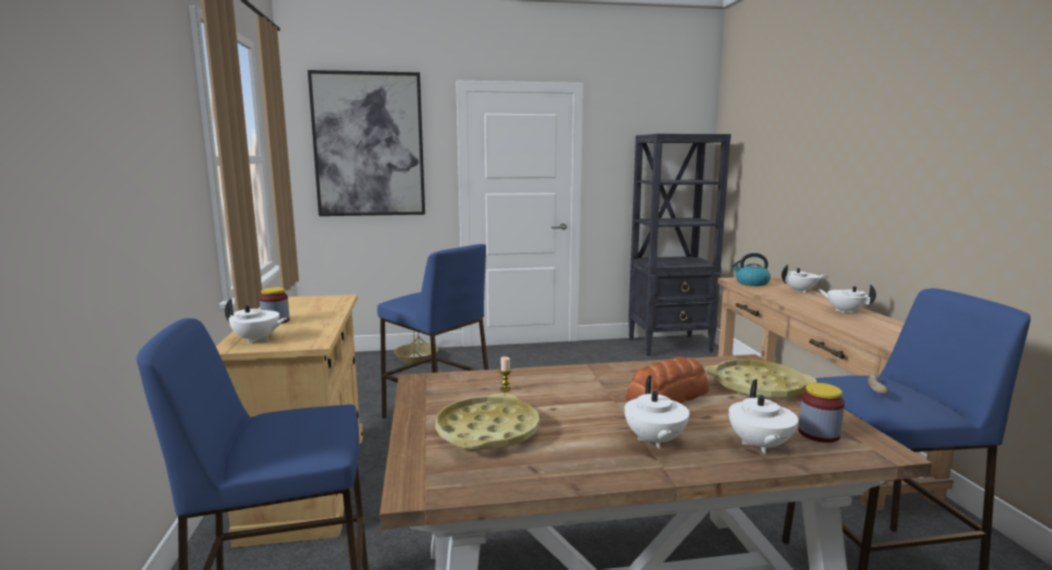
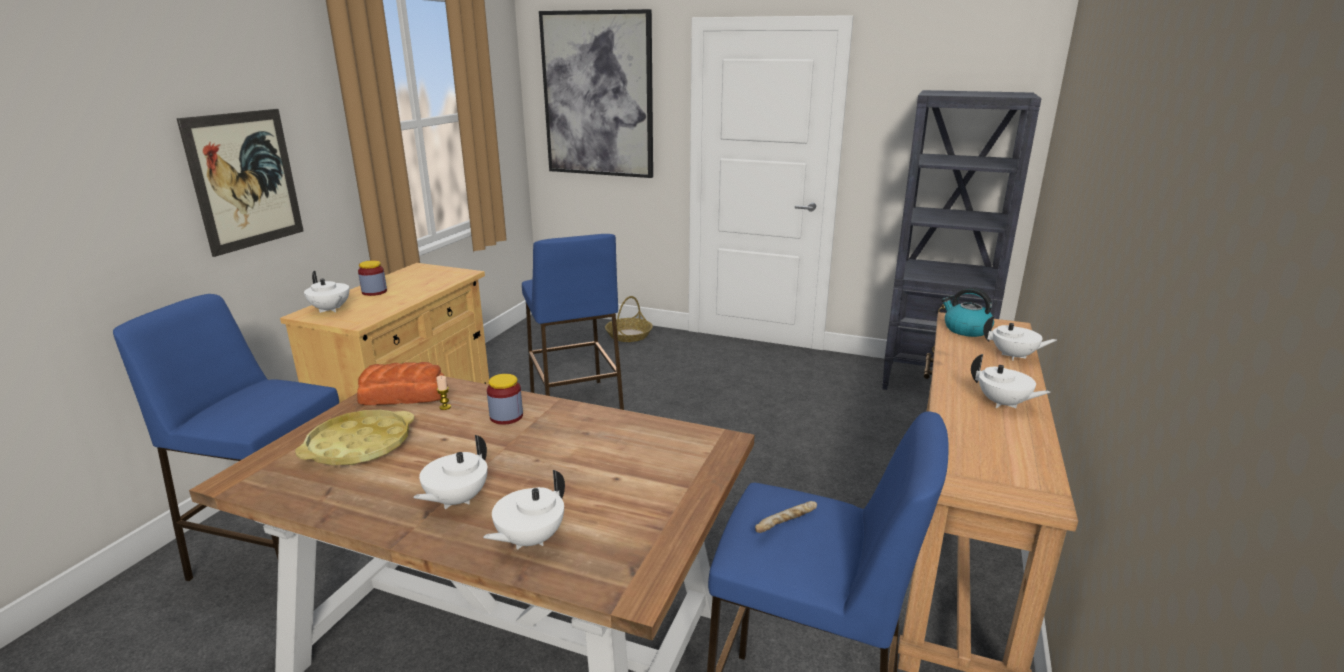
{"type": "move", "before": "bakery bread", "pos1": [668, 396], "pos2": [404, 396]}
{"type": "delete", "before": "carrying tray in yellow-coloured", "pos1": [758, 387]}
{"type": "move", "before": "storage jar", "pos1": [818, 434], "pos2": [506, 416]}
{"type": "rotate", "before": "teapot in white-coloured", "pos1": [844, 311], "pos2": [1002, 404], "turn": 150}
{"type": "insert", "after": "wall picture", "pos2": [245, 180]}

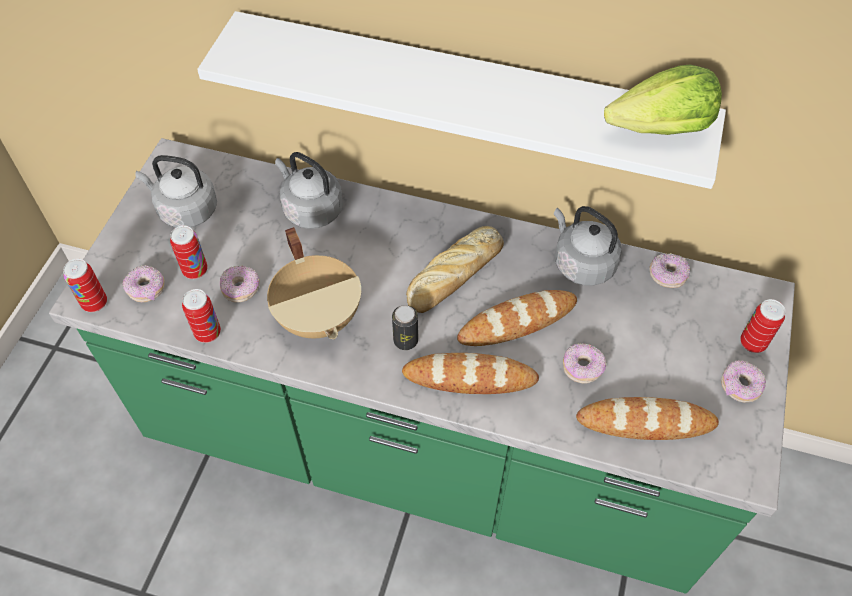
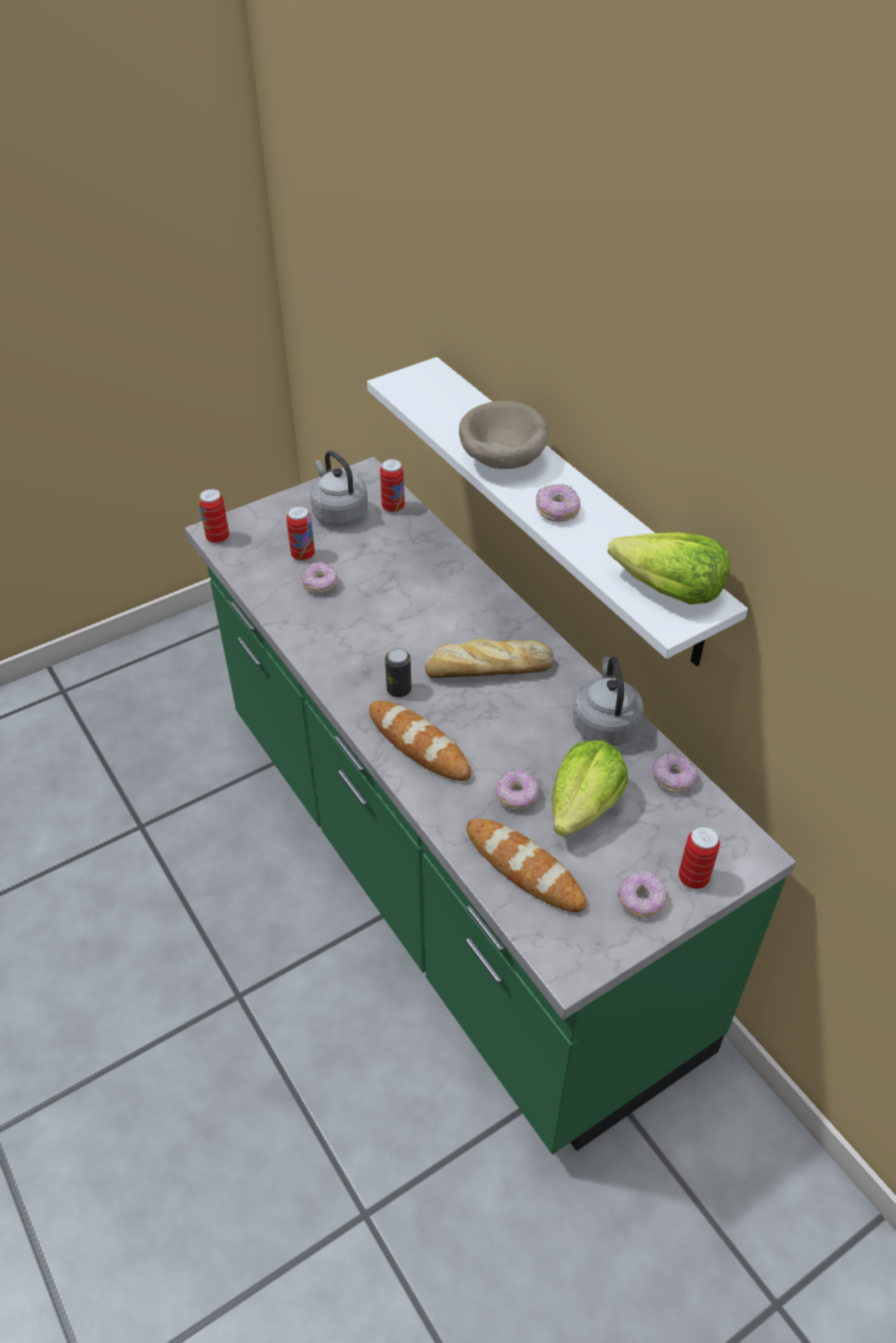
{"type": "move", "before": "doughnut", "pos1": [146, 289], "pos2": [557, 512]}
{"type": "move", "before": "metal can", "pos1": [208, 333], "pos2": [393, 507]}
{"type": "delete", "before": "stockpot in beige-coloured", "pos1": [320, 316]}
{"type": "delete", "before": "kettle in grey", "pos1": [310, 209]}
{"type": "delete", "before": "bakery bread", "pos1": [517, 321]}
{"type": "insert", "after": "serving bowl in beige-coloured", "pos2": [501, 461]}
{"type": "insert", "after": "head of lettuce", "pos2": [584, 807]}

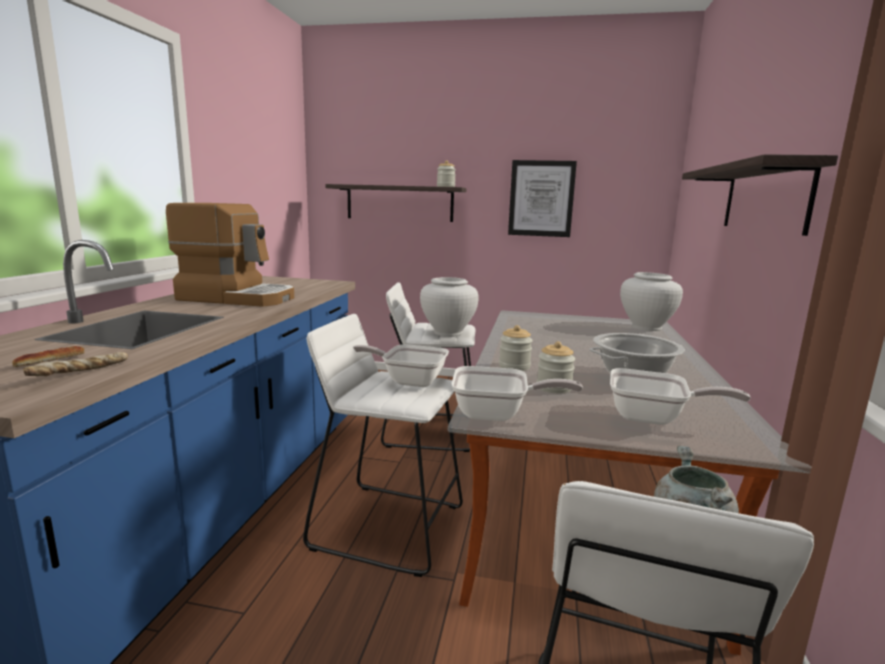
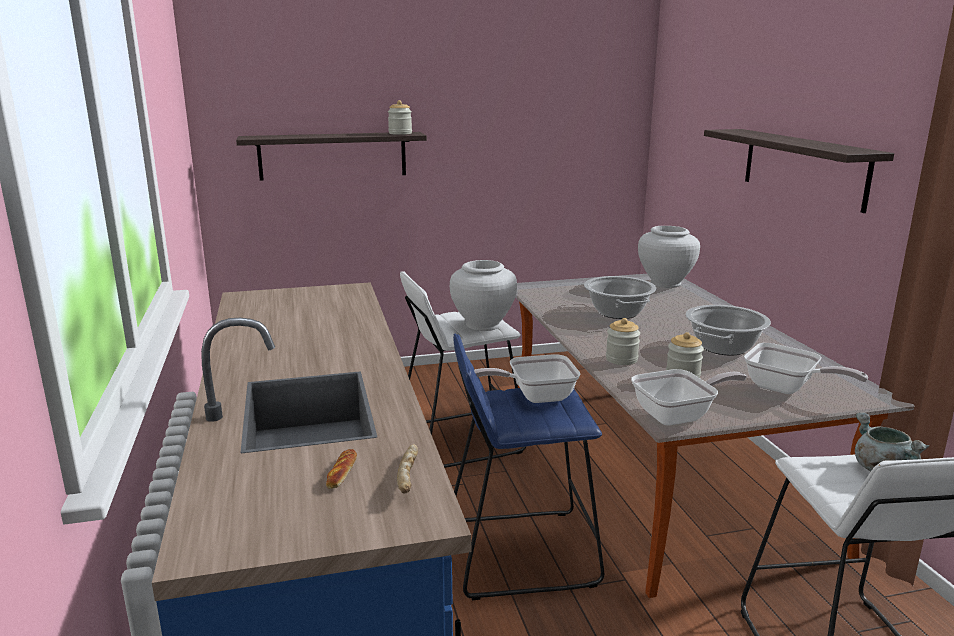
{"type": "delete", "before": "coffee maker", "pos1": [238, 298]}
{"type": "recolor", "before": "stool in white-coloured", "after": "stool in blue", "pos1": [388, 525], "pos2": [521, 551]}
{"type": "delete", "before": "wall picture", "pos1": [541, 198]}
{"type": "rotate", "before": "skillet", "pos1": [654, 418], "pos2": [787, 389], "turn": 45}
{"type": "insert", "after": "stockpot", "pos2": [618, 312]}

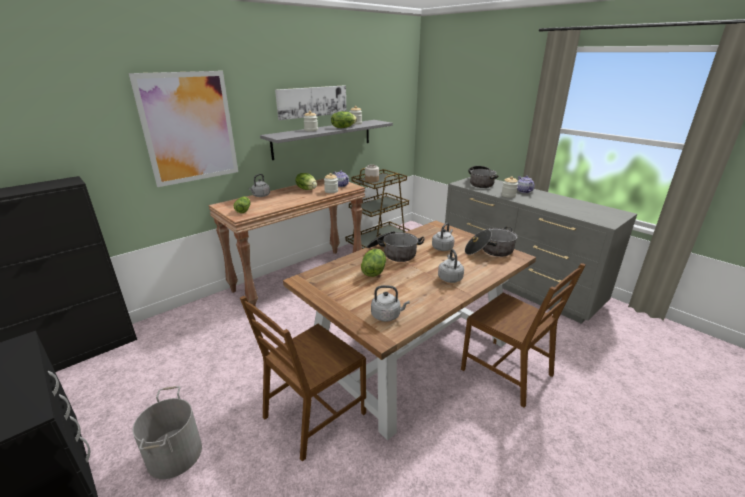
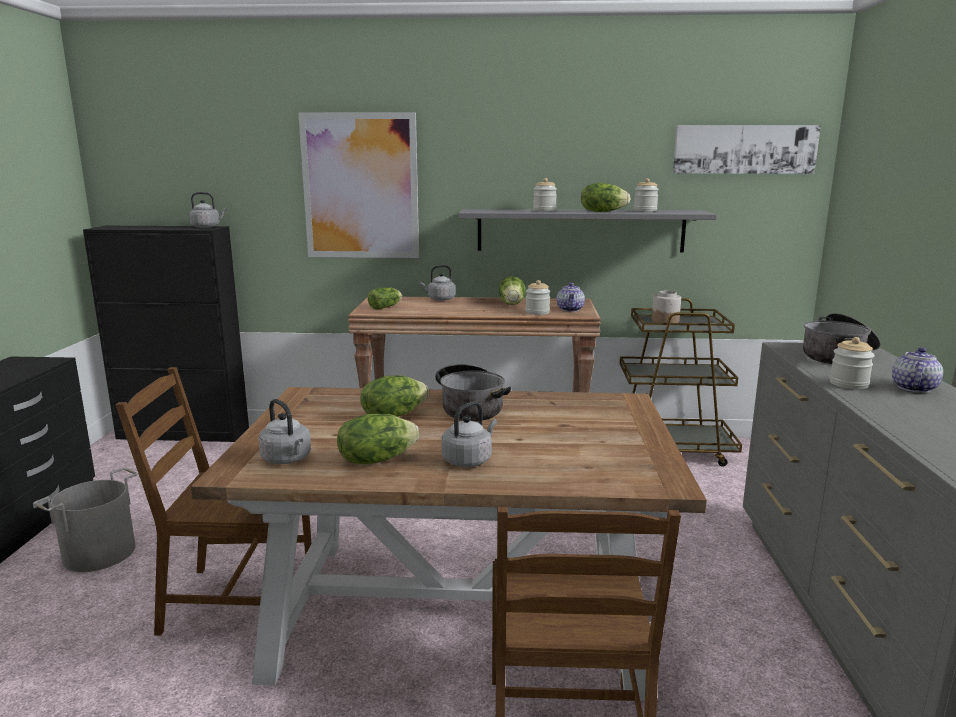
{"type": "move", "before": "wall picture", "pos1": [312, 101], "pos2": [744, 149]}
{"type": "move", "before": "kettle in grey", "pos1": [443, 247], "pos2": [207, 227]}
{"type": "delete", "before": "stockpot", "pos1": [489, 251]}
{"type": "insert", "after": "head of lettuce", "pos2": [376, 459]}

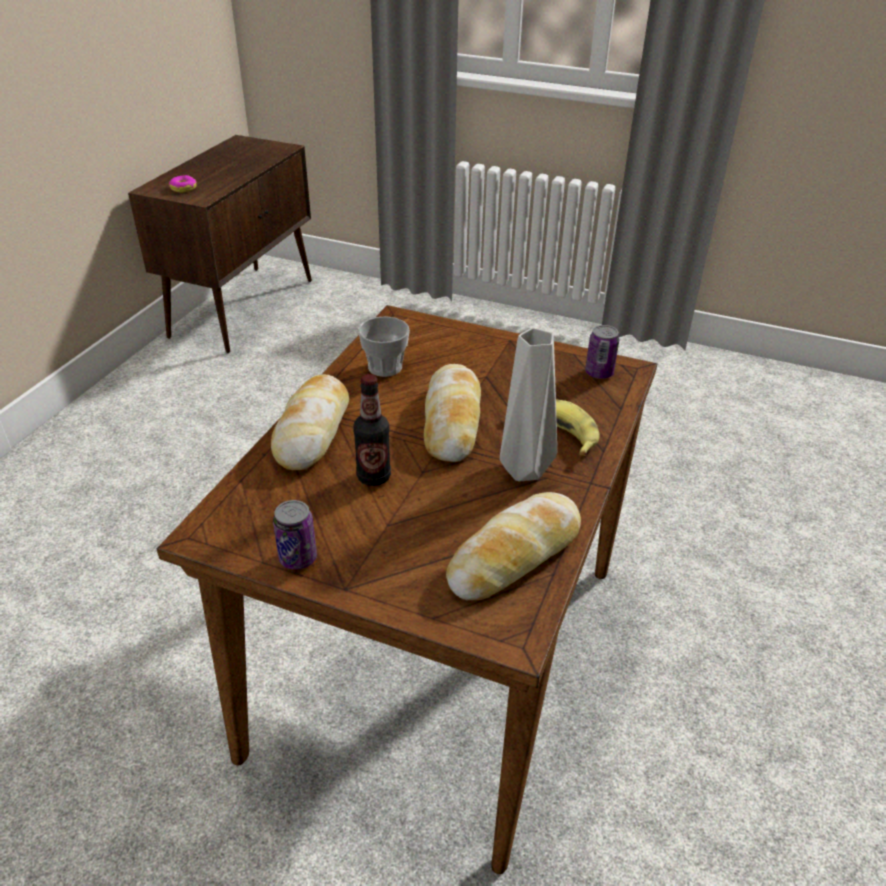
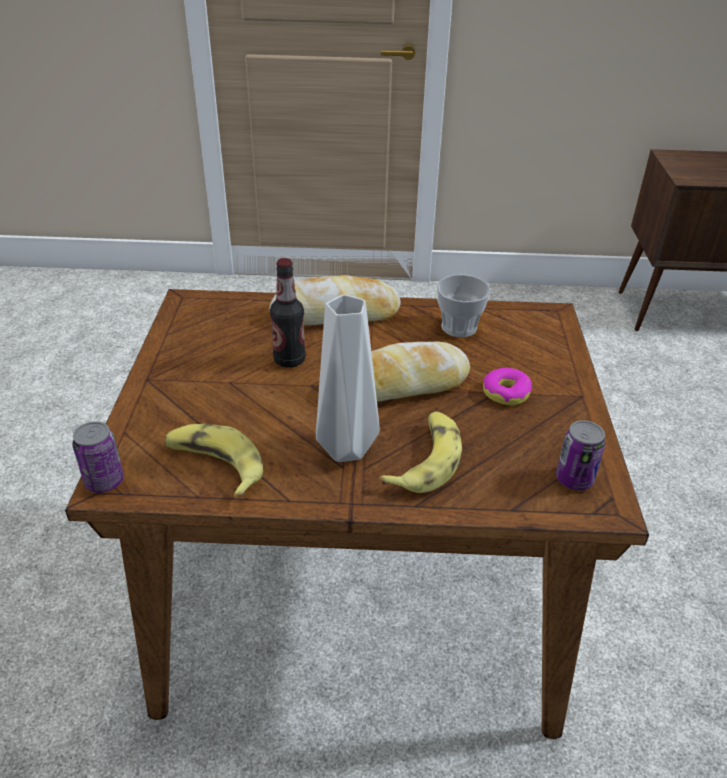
{"type": "move", "before": "doughnut", "pos1": [183, 188], "pos2": [506, 392]}
{"type": "move", "before": "metal can", "pos1": [298, 558], "pos2": [104, 481]}
{"type": "replace", "before": "bakery bread", "after": "whole banana", "pos1": [514, 555], "pos2": [215, 465]}

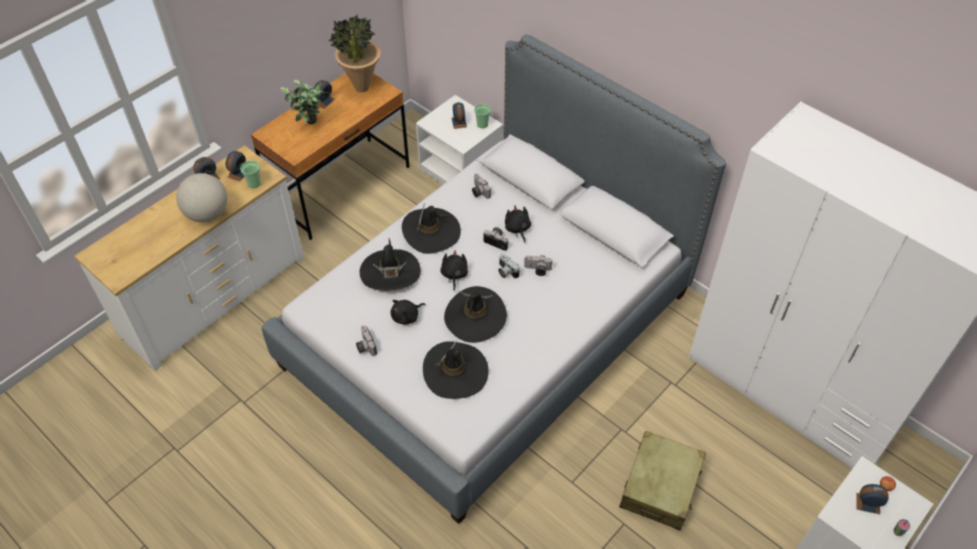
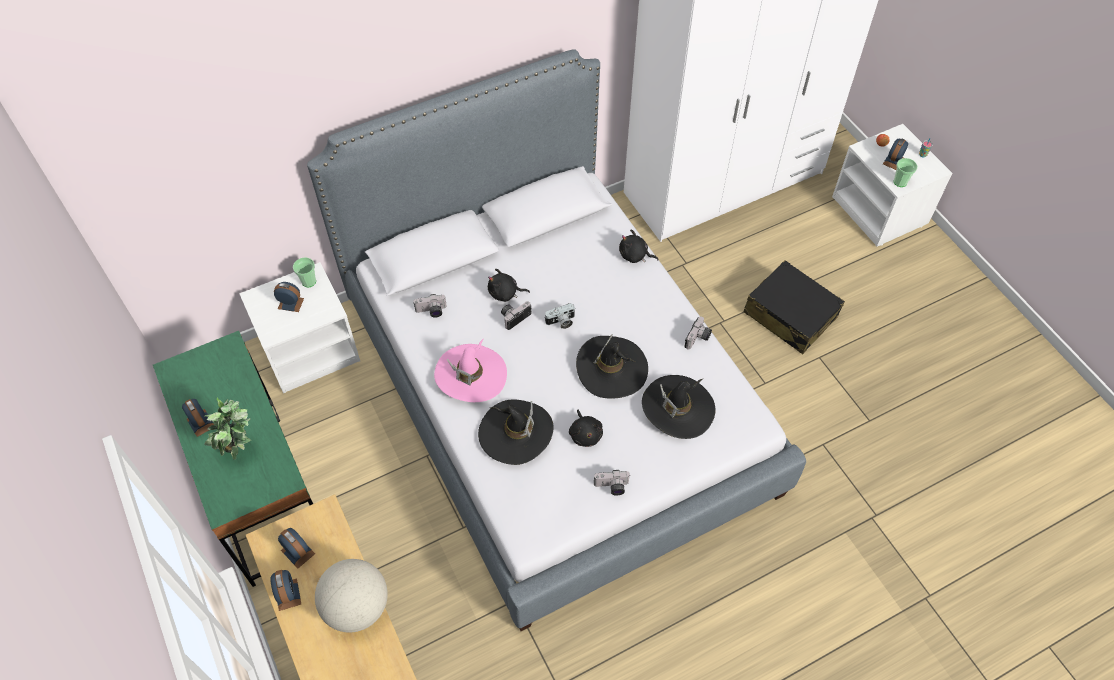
{"type": "move", "before": "cup", "pos1": [254, 183], "pos2": [900, 182]}
{"type": "recolor", "before": "desk table in brownish", "after": "desk table in greenish", "pos1": [341, 188], "pos2": [263, 490]}
{"type": "delete", "before": "plant in a pot", "pos1": [361, 87]}
{"type": "recolor", "before": "wearable hat in black-coloured", "after": "wearable hat in pink-coloured", "pos1": [431, 232], "pos2": [471, 375]}
{"type": "move", "before": "cuddly toy in black-coloured", "pos1": [454, 275], "pos2": [635, 255]}
{"type": "move", "before": "photo camera", "pos1": [537, 270], "pos2": [698, 339]}
{"type": "recolor", "before": "travel case in beige-coloured", "after": "travel case in black-coloured", "pos1": [660, 486], "pos2": [789, 315]}

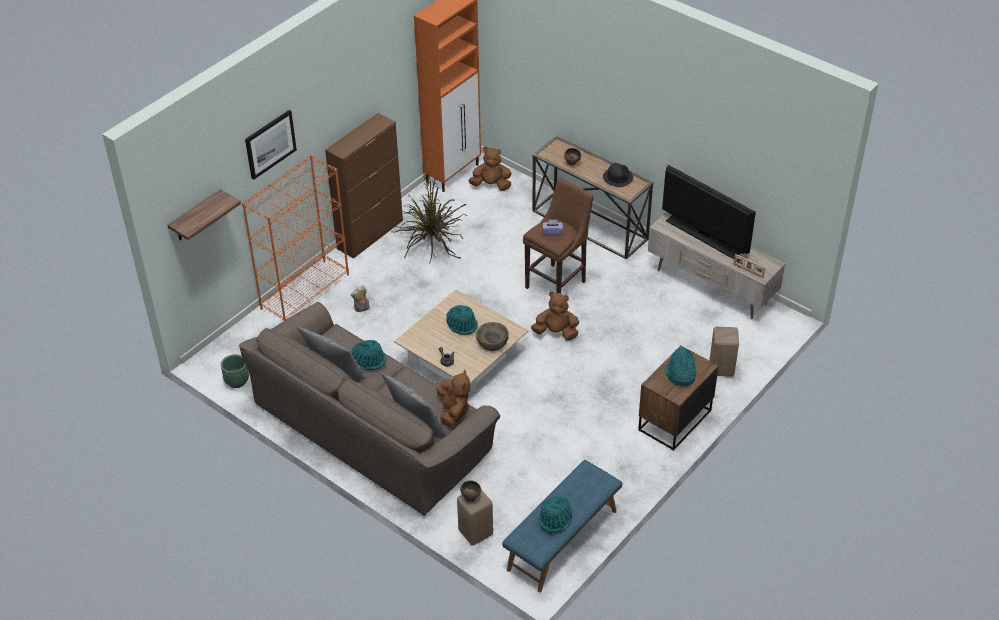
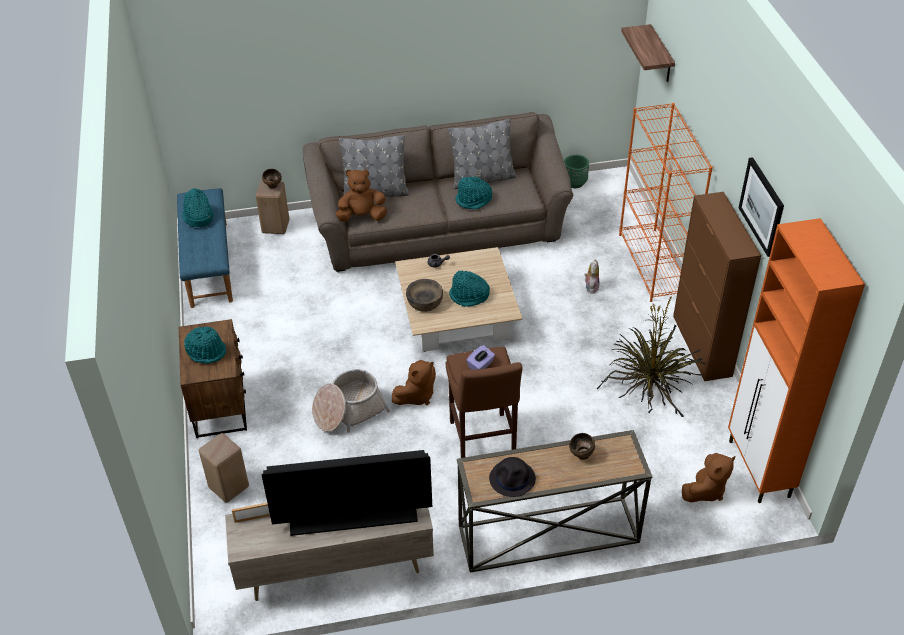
{"type": "move", "before": "wall picture", "pos1": [270, 144], "pos2": [762, 206]}
{"type": "rotate", "before": "cuddly toy in brownish", "pos1": [453, 411], "pos2": [361, 217], "turn": 135}
{"type": "insert", "after": "household basket", "pos2": [348, 411]}

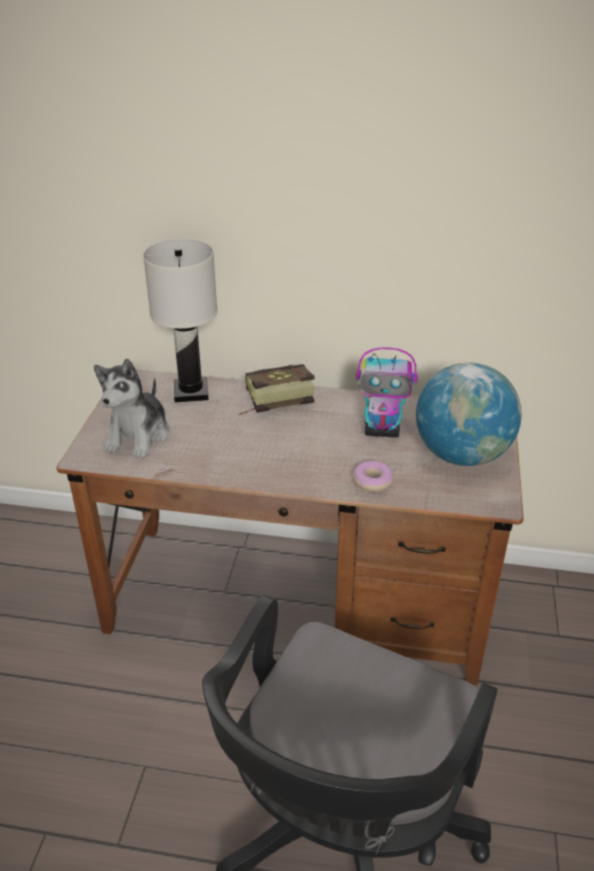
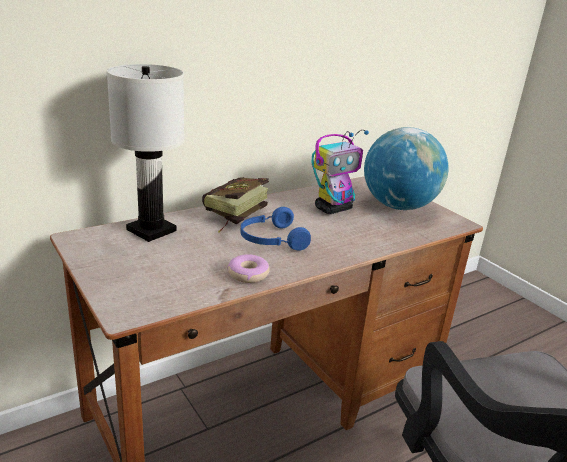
{"type": "delete", "before": "cuddly toy", "pos1": [139, 435]}
{"type": "move", "before": "doughnut", "pos1": [372, 481], "pos2": [248, 274]}
{"type": "insert", "after": "headphones in blue", "pos2": [271, 240]}

